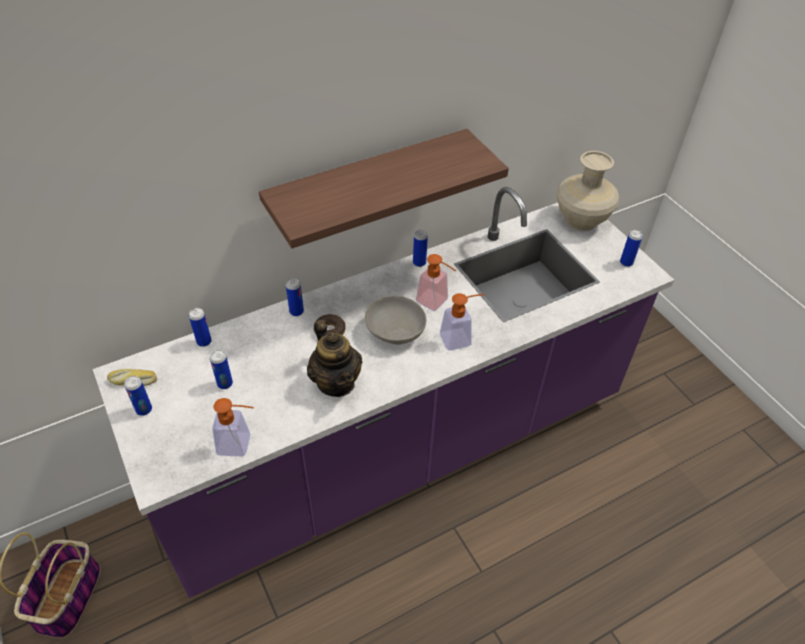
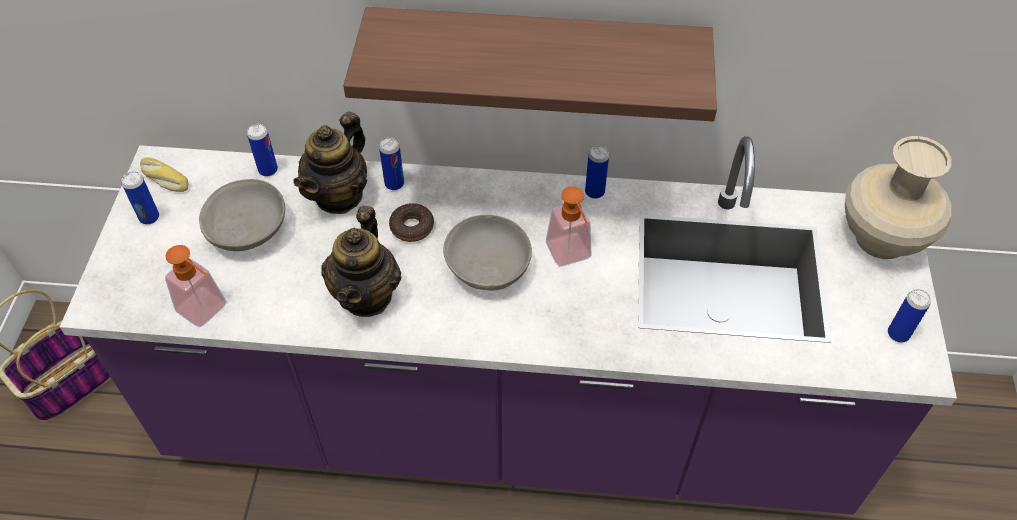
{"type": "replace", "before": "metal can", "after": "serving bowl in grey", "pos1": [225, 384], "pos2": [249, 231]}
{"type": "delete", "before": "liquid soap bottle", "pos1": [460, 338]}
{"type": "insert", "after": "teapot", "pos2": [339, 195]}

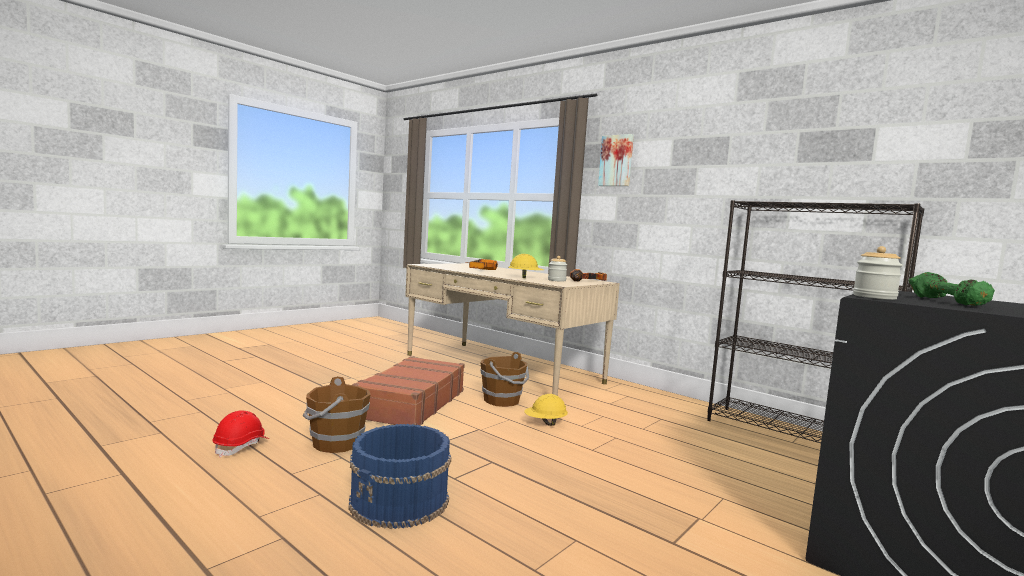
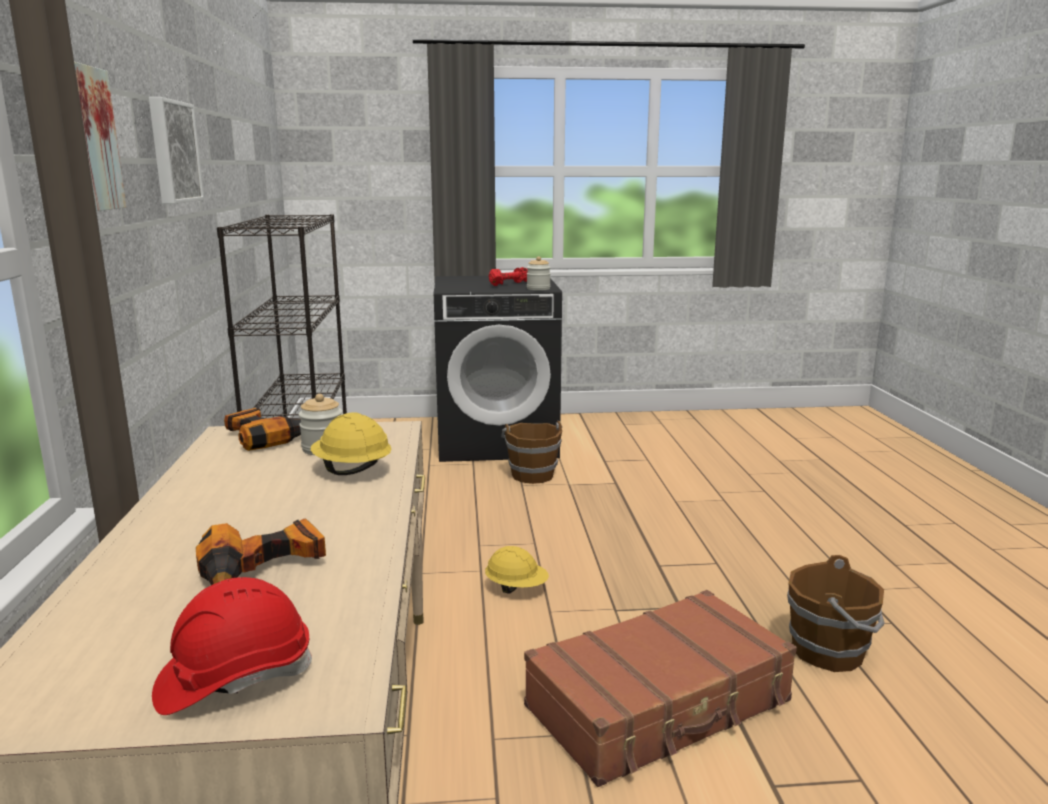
{"type": "move", "before": "safety helmet in red", "pos1": [241, 446], "pos2": [234, 678]}
{"type": "delete", "before": "bucket in blue", "pos1": [400, 501]}
{"type": "move", "before": "bucket in brownish", "pos1": [503, 401], "pos2": [532, 475]}
{"type": "recolor", "before": "hand weight in greenish", "after": "hand weight in red", "pos1": [948, 302], "pos2": [508, 284]}
{"type": "insert", "after": "wall picture", "pos2": [172, 152]}

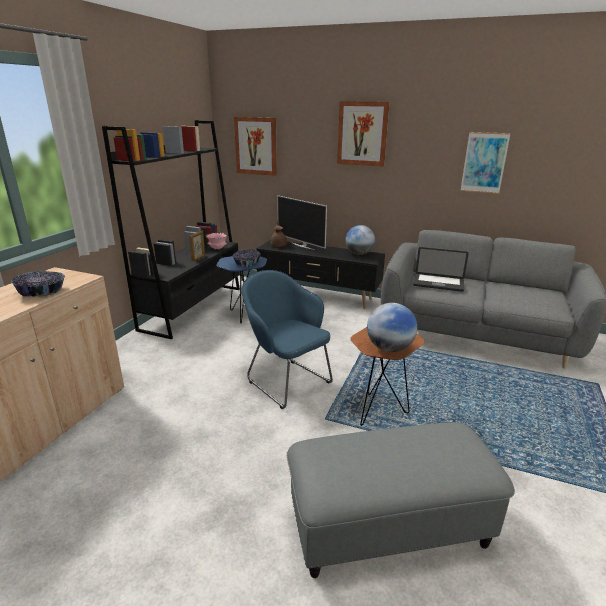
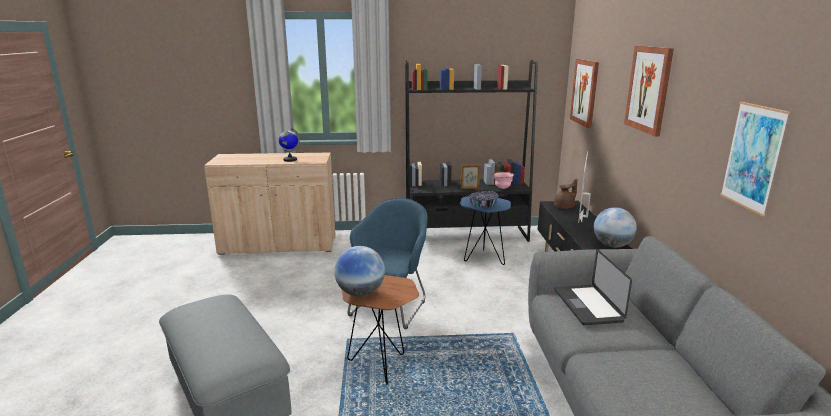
{"type": "replace", "before": "serving bowl", "after": "globe", "pos1": [41, 291], "pos2": [290, 160]}

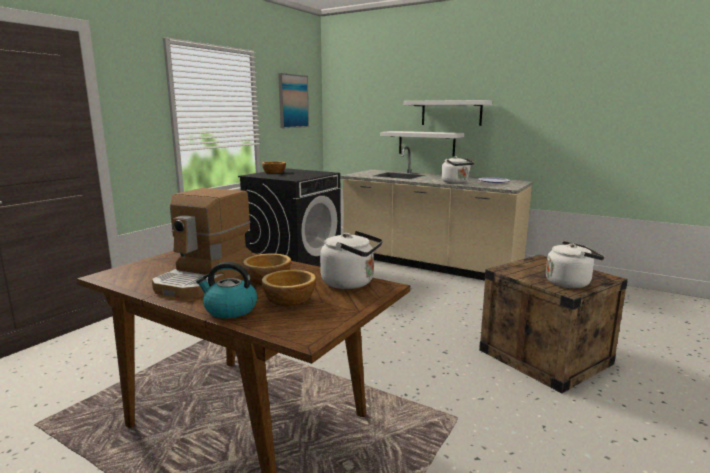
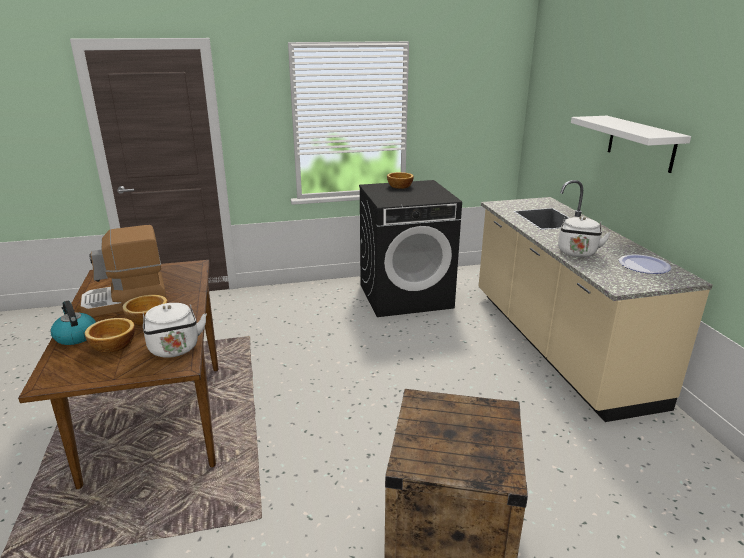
{"type": "delete", "before": "wall picture", "pos1": [293, 101]}
{"type": "delete", "before": "wall shelf in white-coloured", "pos1": [426, 143]}
{"type": "delete", "before": "kettle in white-coloured", "pos1": [570, 283]}

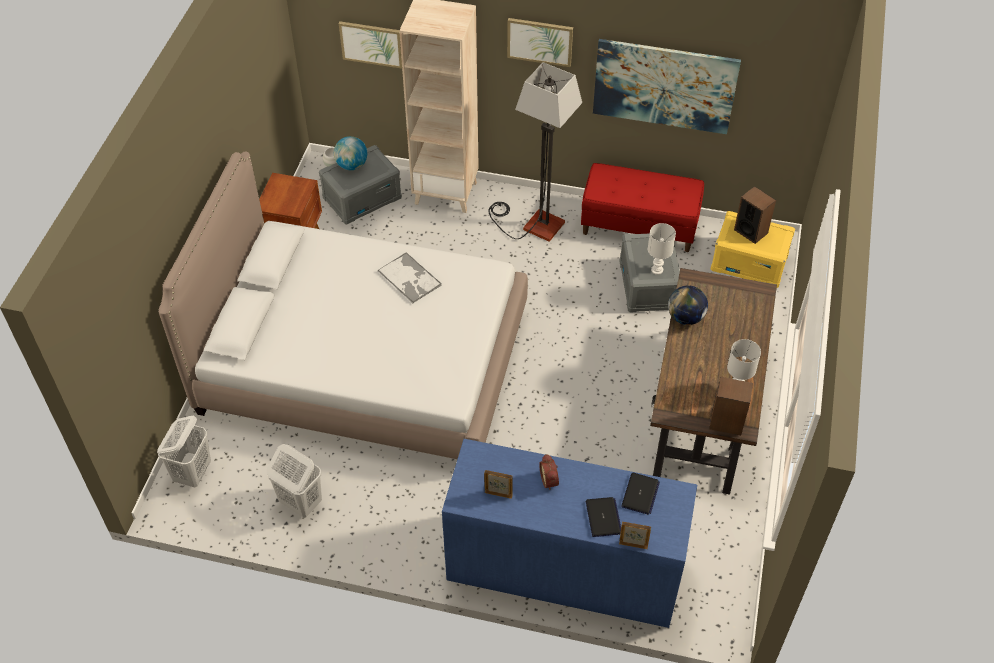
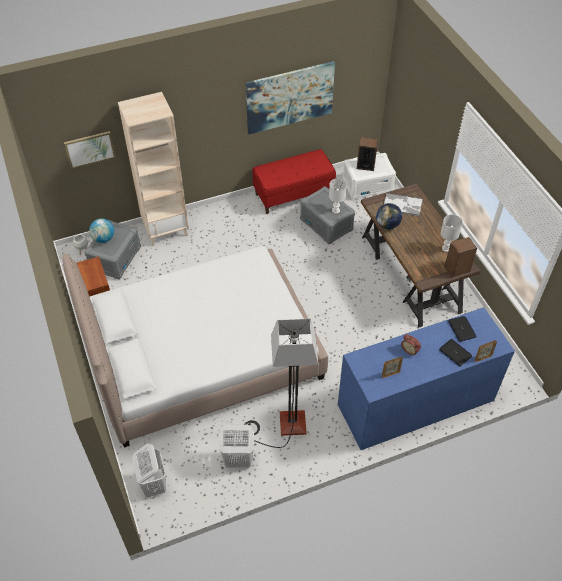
{"type": "move", "before": "carrying tray", "pos1": [410, 278], "pos2": [402, 205]}
{"type": "move", "before": "standard lamp", "pos1": [532, 224], "pos2": [283, 426]}
{"type": "delete", "before": "wall picture", "pos1": [540, 41]}
{"type": "recolor", "before": "storage bin in yellow-coloured", "after": "storage bin in white-coloured", "pos1": [749, 262], "pos2": [367, 185]}

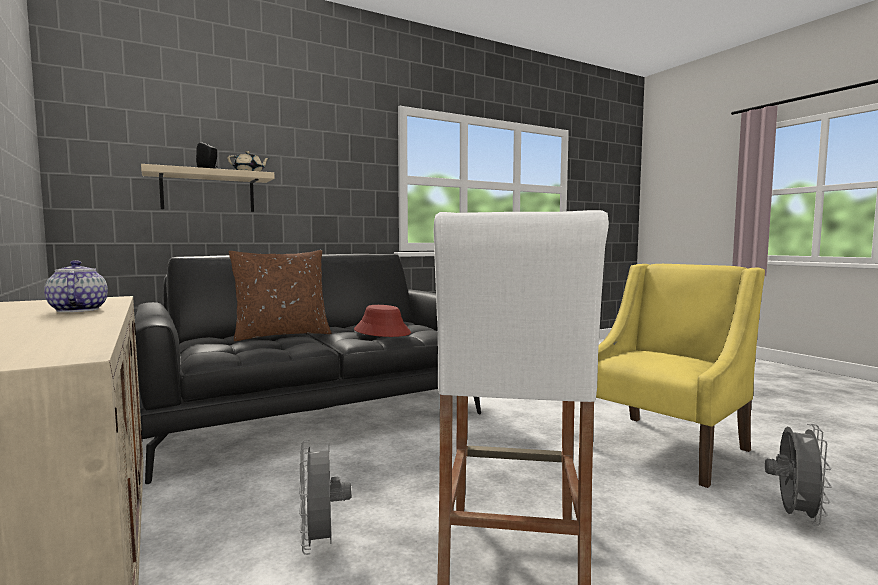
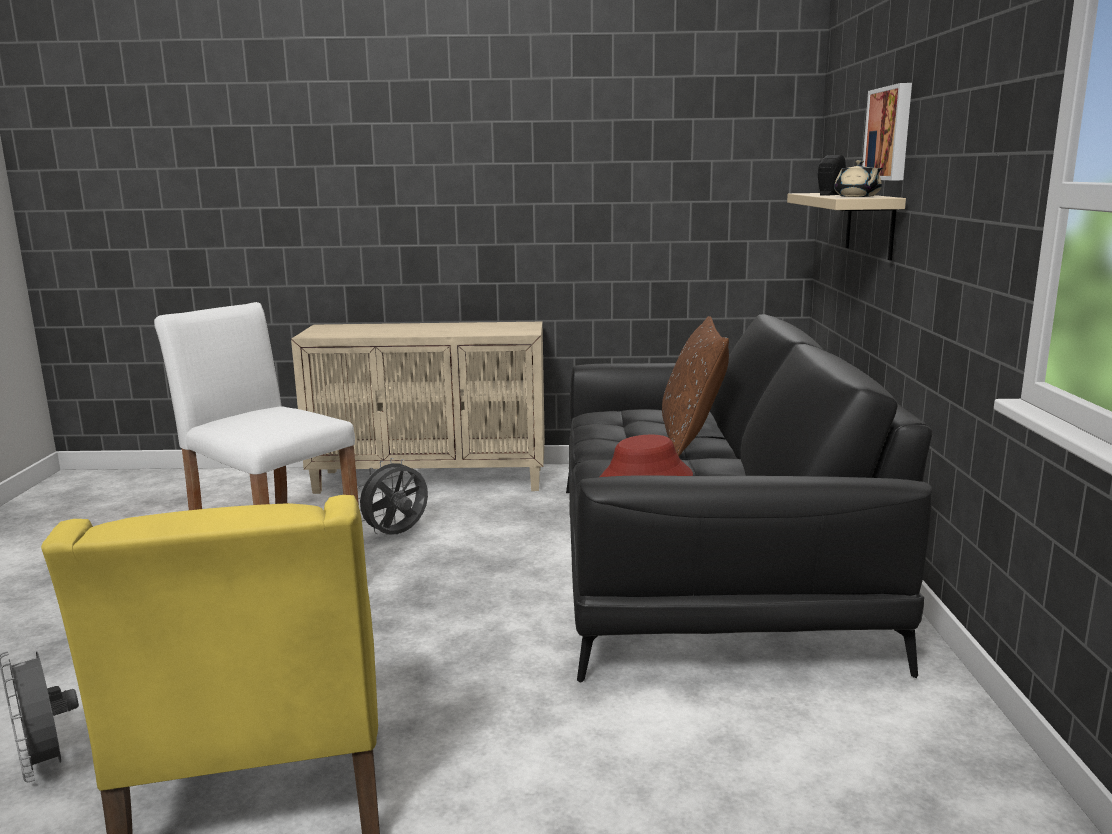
{"type": "delete", "before": "teapot", "pos1": [77, 310]}
{"type": "rotate", "before": "cooling fan in grey", "pos1": [321, 543], "pos2": [397, 535], "turn": -60}
{"type": "insert", "after": "wall picture", "pos2": [890, 133]}

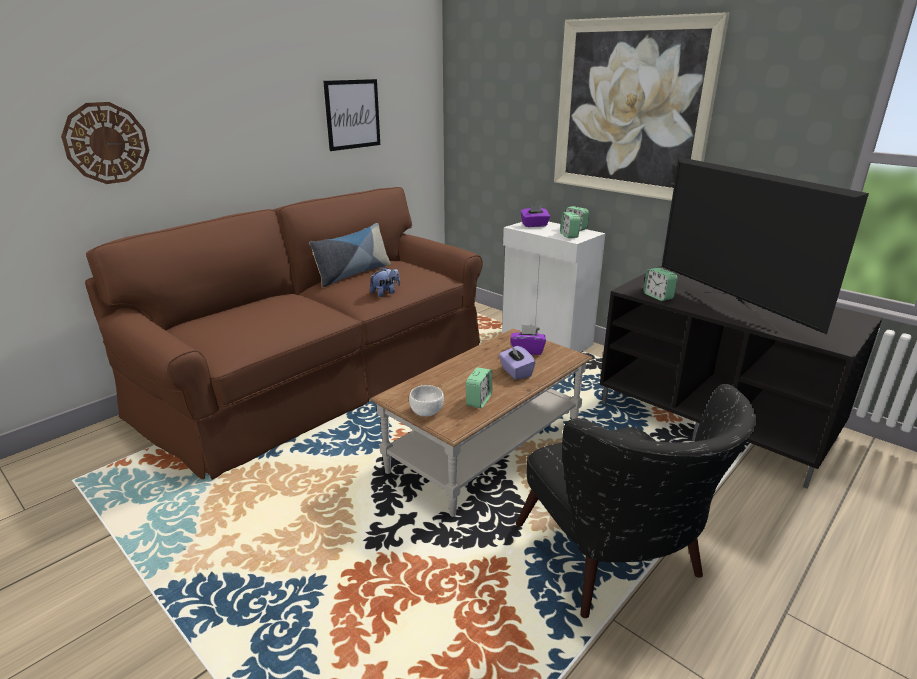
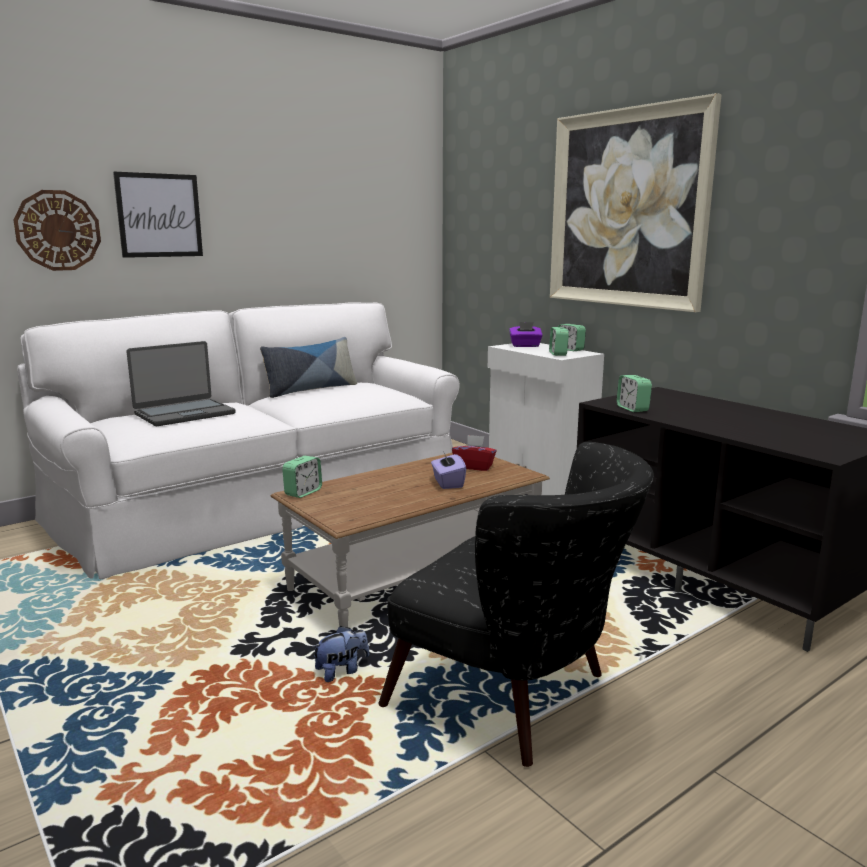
{"type": "recolor", "before": "sofa in brownish", "after": "sofa in white-coloured", "pos1": [323, 377], "pos2": [264, 502]}
{"type": "move", "before": "wall picture", "pos1": [352, 114], "pos2": [159, 215]}
{"type": "move", "before": "cuddly toy", "pos1": [385, 293], "pos2": [342, 671]}
{"type": "delete", "before": "serving bowl in white-coloured", "pos1": [426, 411]}
{"type": "move", "before": "bedside clock", "pos1": [479, 401], "pos2": [303, 492]}
{"type": "recolor", "before": "tissue holder in purple-coloured", "after": "tissue holder in red", "pos1": [527, 350], "pos2": [474, 466]}
{"type": "rotate", "before": "easy chair in black-coloured", "pos1": [616, 563], "pos2": [516, 699], "turn": -45}
{"type": "delete", "before": "TV", "pos1": [730, 310]}
{"type": "insert", "after": "notebook computer", "pos2": [184, 414]}

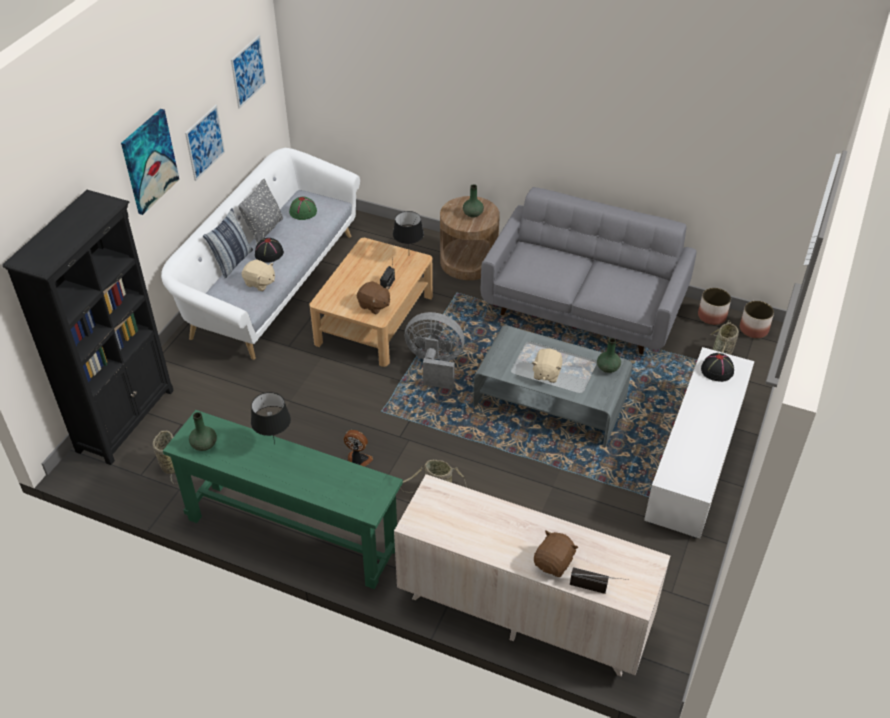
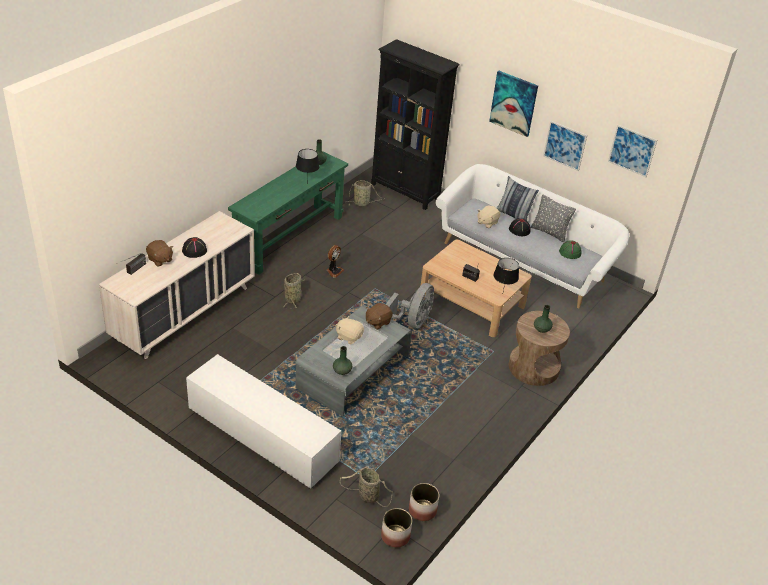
{"type": "move", "before": "cuddly toy in brownish", "pos1": [374, 305], "pos2": [377, 322]}
{"type": "delete", "before": "sofa in grey", "pos1": [584, 307]}
{"type": "move", "before": "wearable hat in black-coloured", "pos1": [717, 370], "pos2": [194, 251]}

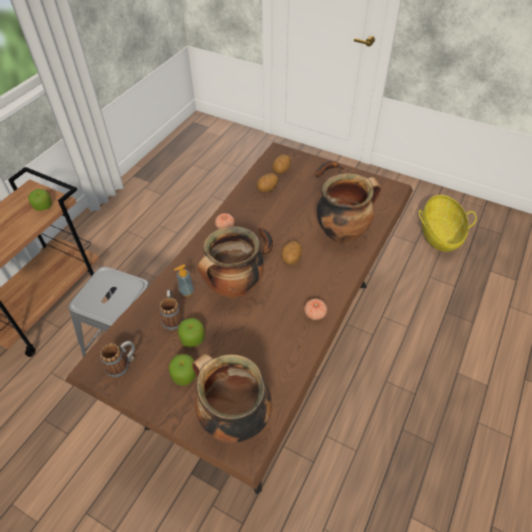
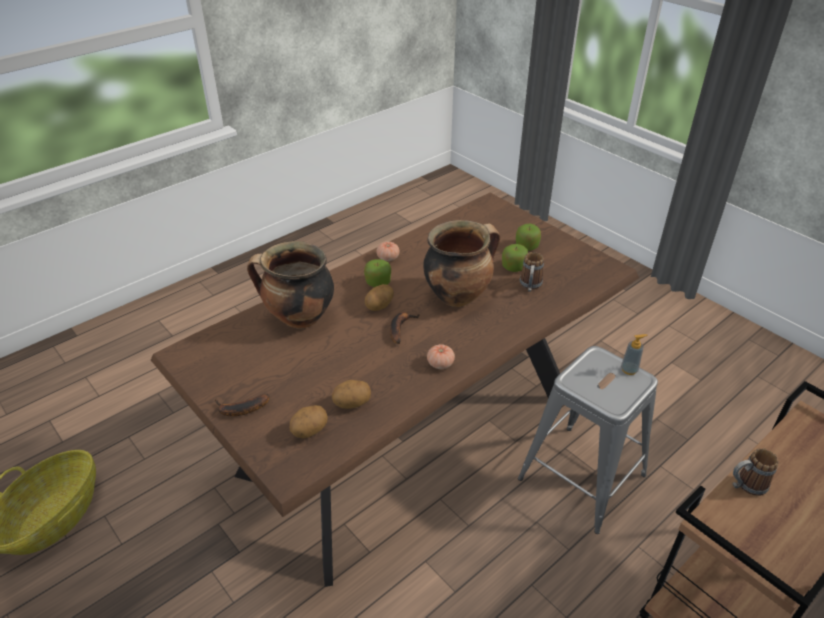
{"type": "move", "before": "apple", "pos1": [43, 206], "pos2": [378, 283]}
{"type": "move", "before": "coffee mug", "pos1": [123, 365], "pos2": [745, 485]}
{"type": "move", "before": "liquid soap bottle", "pos1": [186, 291], "pos2": [629, 370]}
{"type": "delete", "before": "stockpot", "pos1": [233, 418]}

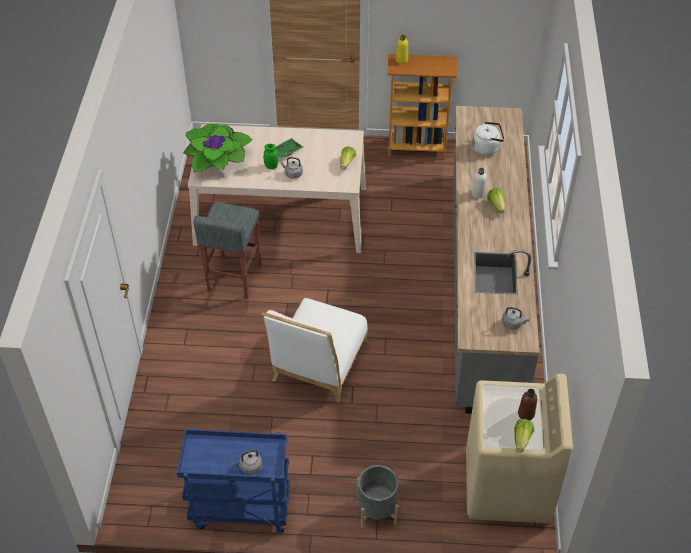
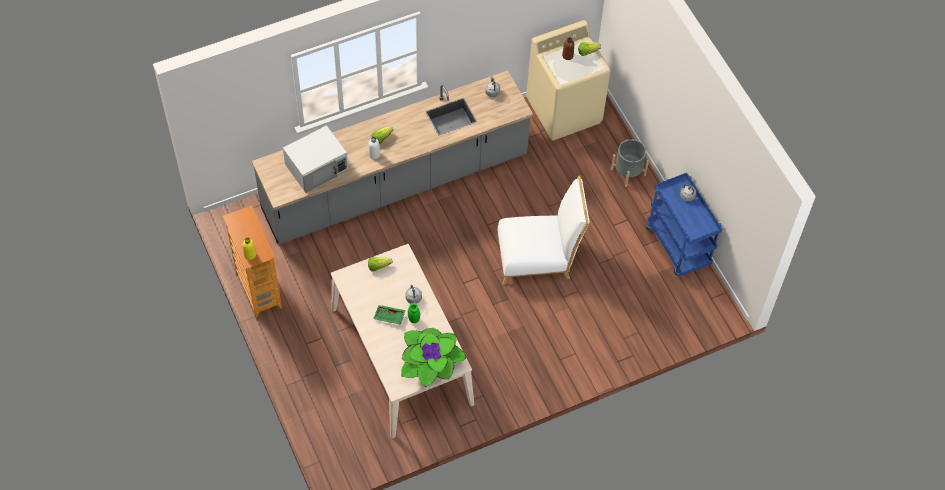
{"type": "delete", "before": "stool in grey", "pos1": [233, 278]}
{"type": "replace", "before": "kettle in white-coloured", "after": "kitchen microwave in white-coloured", "pos1": [487, 148], "pos2": [317, 167]}

